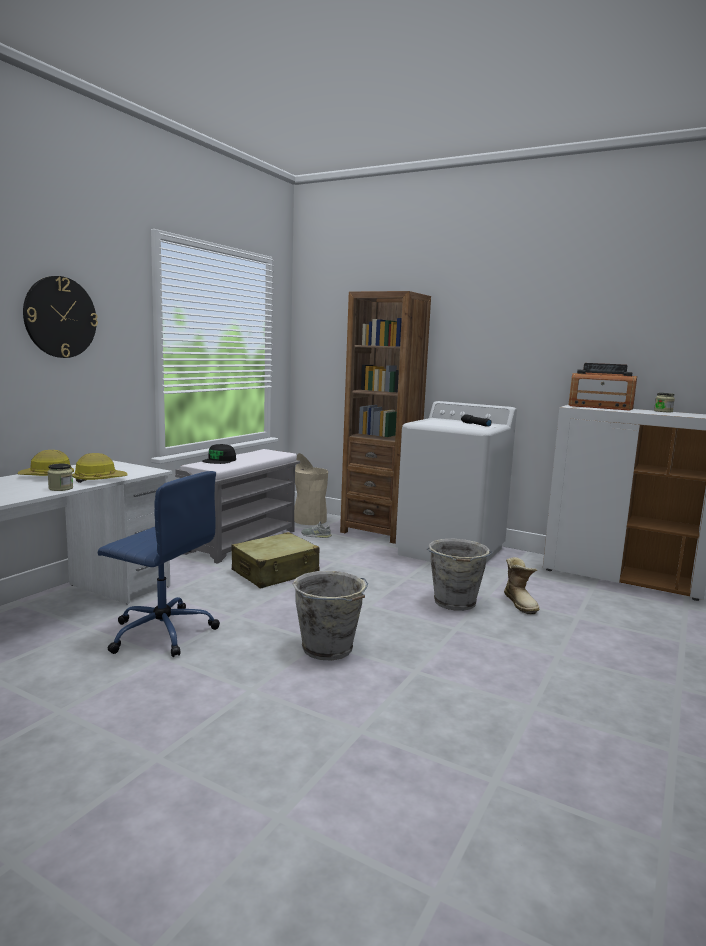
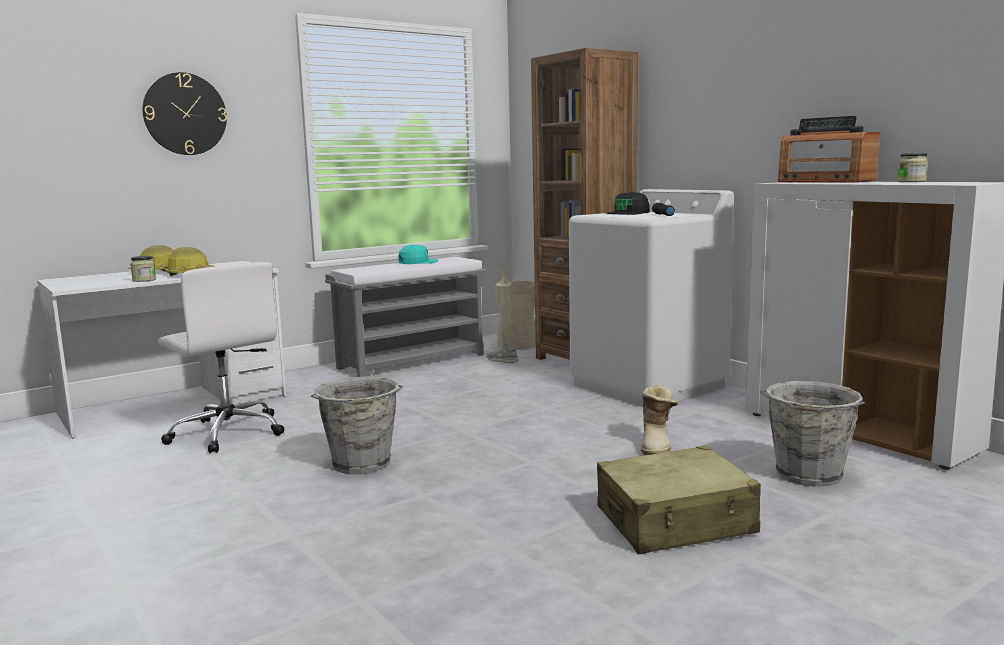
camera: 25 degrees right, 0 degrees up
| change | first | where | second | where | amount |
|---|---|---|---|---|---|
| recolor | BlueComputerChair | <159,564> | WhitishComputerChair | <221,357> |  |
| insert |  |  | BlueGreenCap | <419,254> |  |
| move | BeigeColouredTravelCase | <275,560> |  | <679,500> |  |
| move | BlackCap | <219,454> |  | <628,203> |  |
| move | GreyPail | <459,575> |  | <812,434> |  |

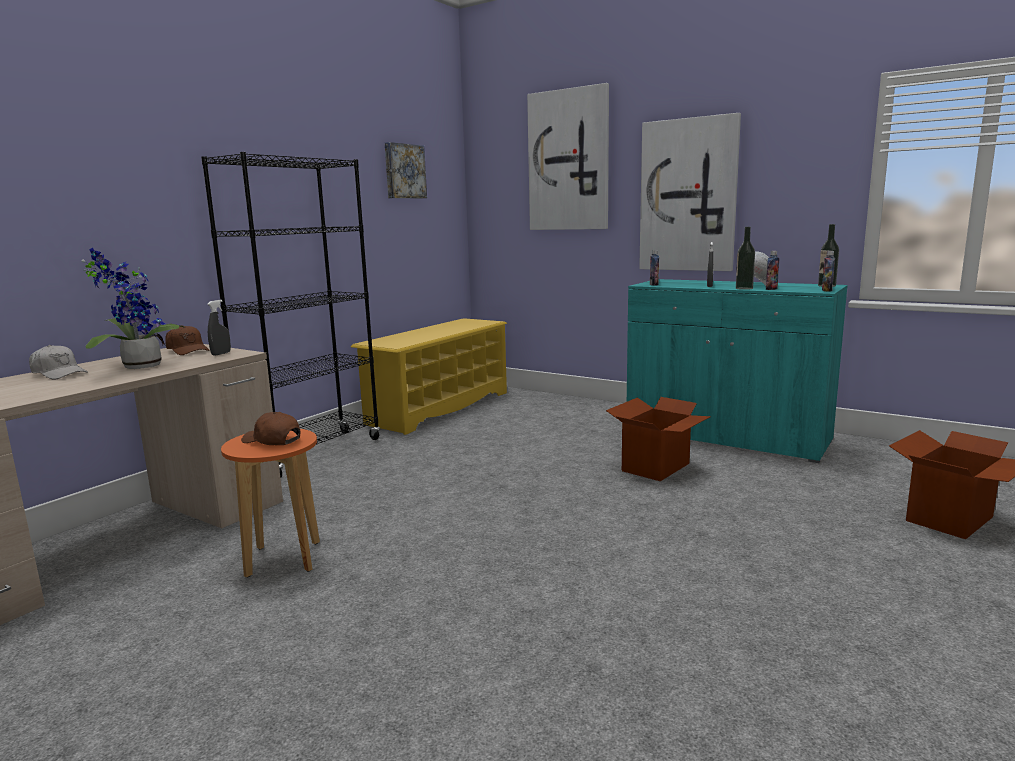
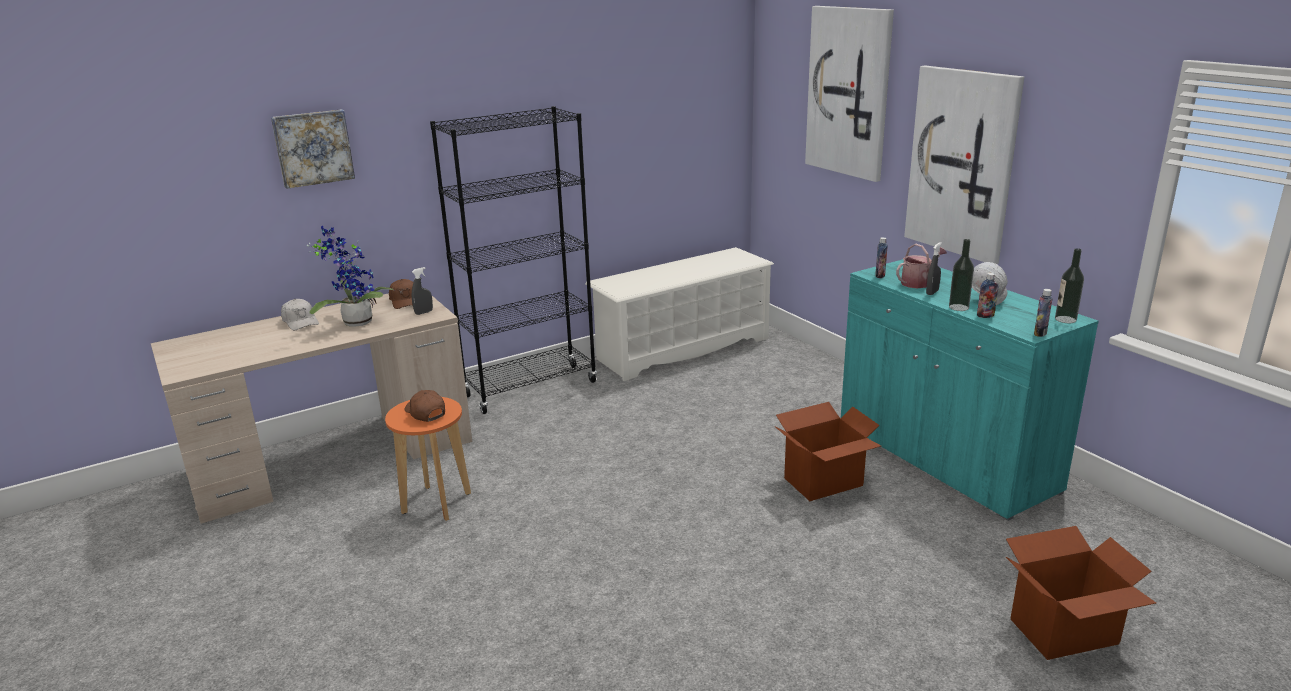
camera: 25 degrees right, 10 degrees up
| change | first | where | second | where | amount |
|---|---|---|---|---|---|
| move | Picture | <406,170> |  | <313,149> |  |
| recolor | YellowShoeShelf | <429,376> | WhitishShoeShelf | <679,314> |  |
| insert |  |  | WateringPot | <921,266> |  |

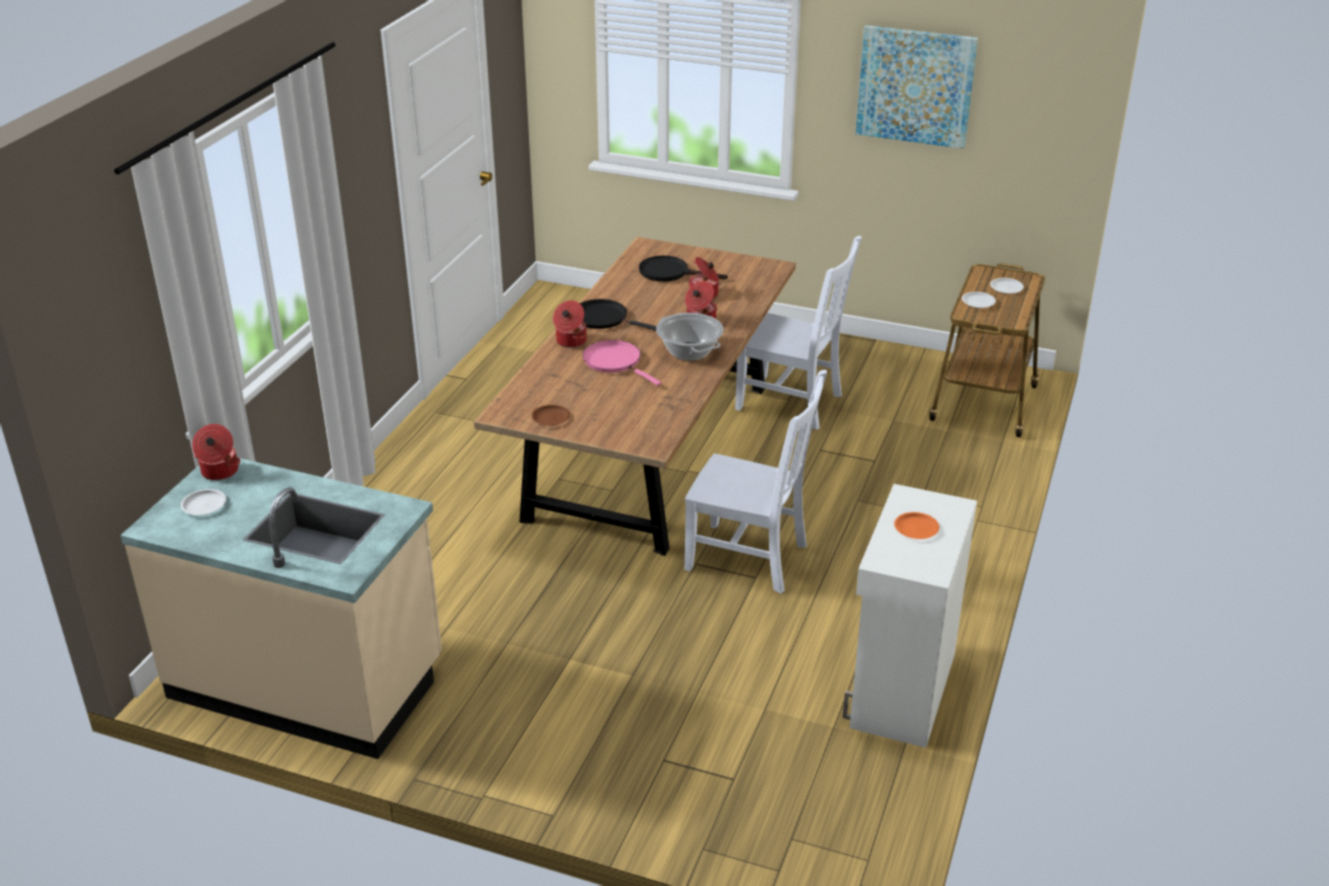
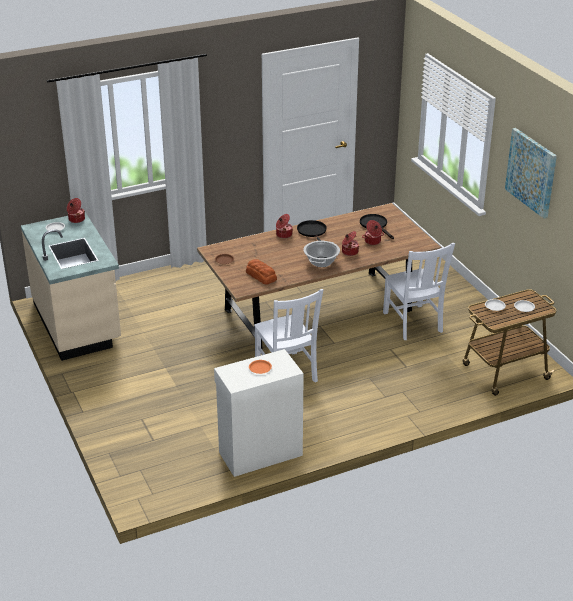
camera: 45 degrees right, 0 degrees up
| change | first | where | second | where | amount |
|---|---|---|---|---|---|
| insert |  |  | BakedBread | <261,272> |  |
| delete | PinkishFryingPan | <622,363> |  |  |  |

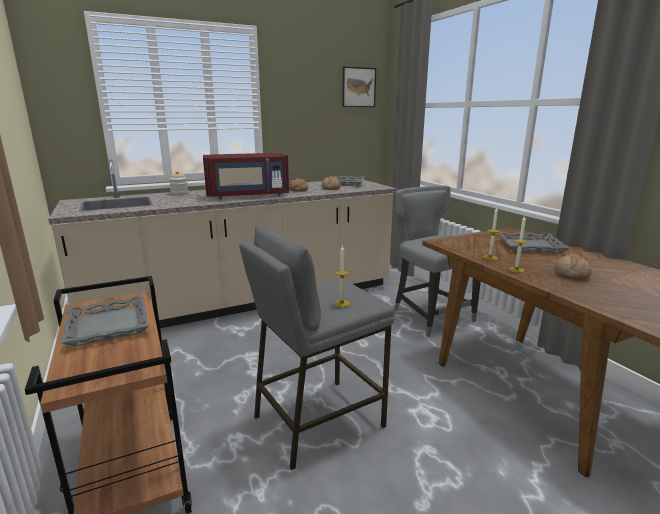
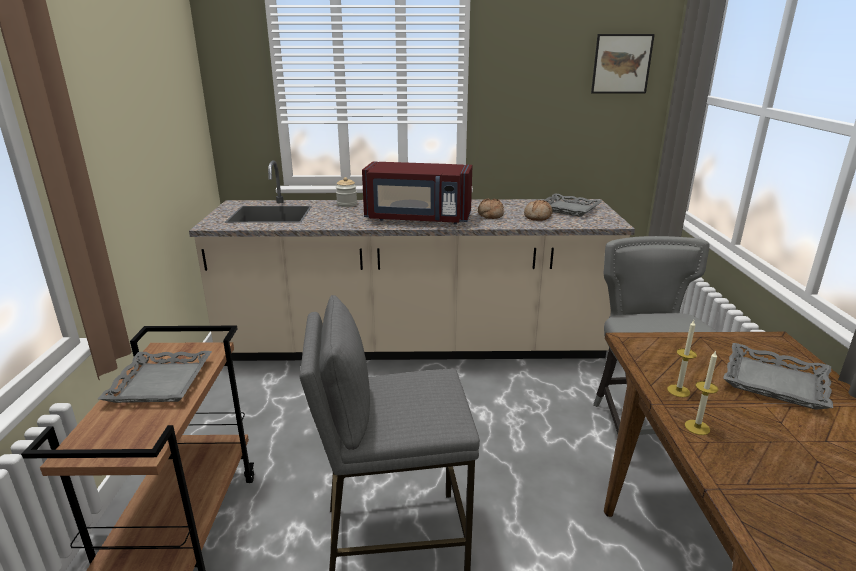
camera: 25 degrees right, 5 degrees up
| change | first | where | second | where | amount |
|---|---|---|---|---|---|
| delete | Candle | <342,276> |  |  |  |
| delete | BakedBread | <573,266> |  |  |  |

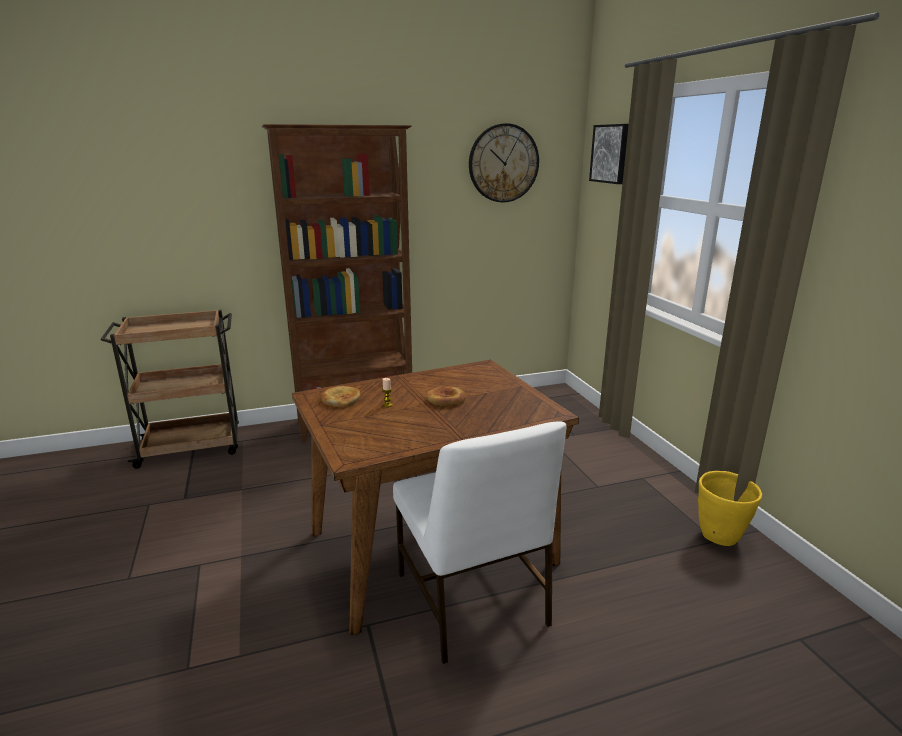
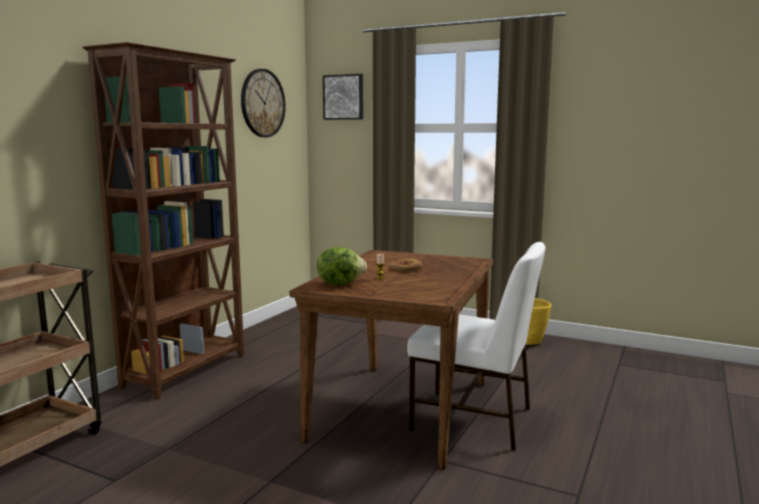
camera: 45 degrees left, 10 degrees down
| change | first | where | second | where | amount |
|---|---|---|---|---|---|
| replace | BakedBread | <340,396> | LettuceHead | <342,266> |  |

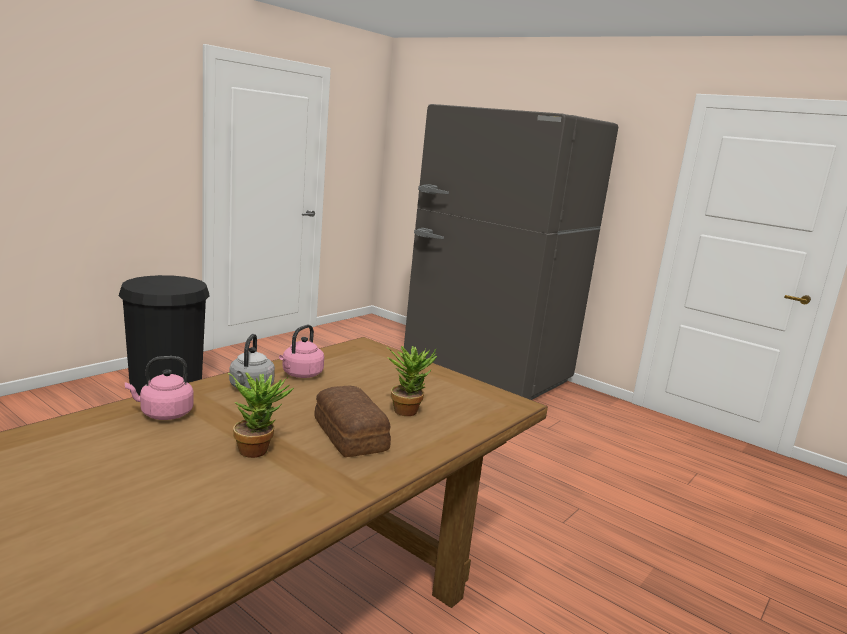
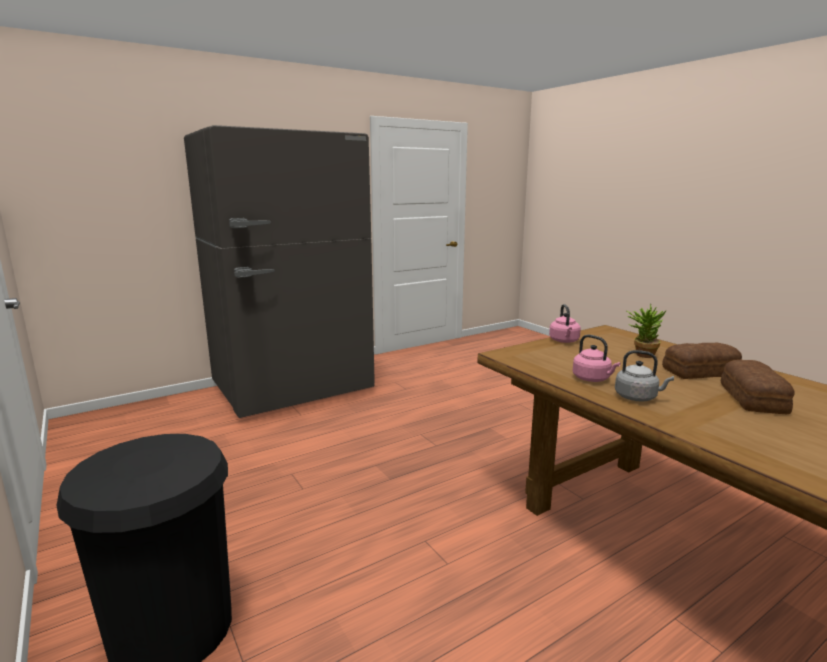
camera: 70 degrees left, 0 degrees up
| change | first | where | second | where | amount |
|---|---|---|---|---|---|
| move | PinkishWaterKettle | <159,388> |  | <565,323> |  |
| replace | PlantInAPot | <261,415> | BakedBread | <758,387> |  |

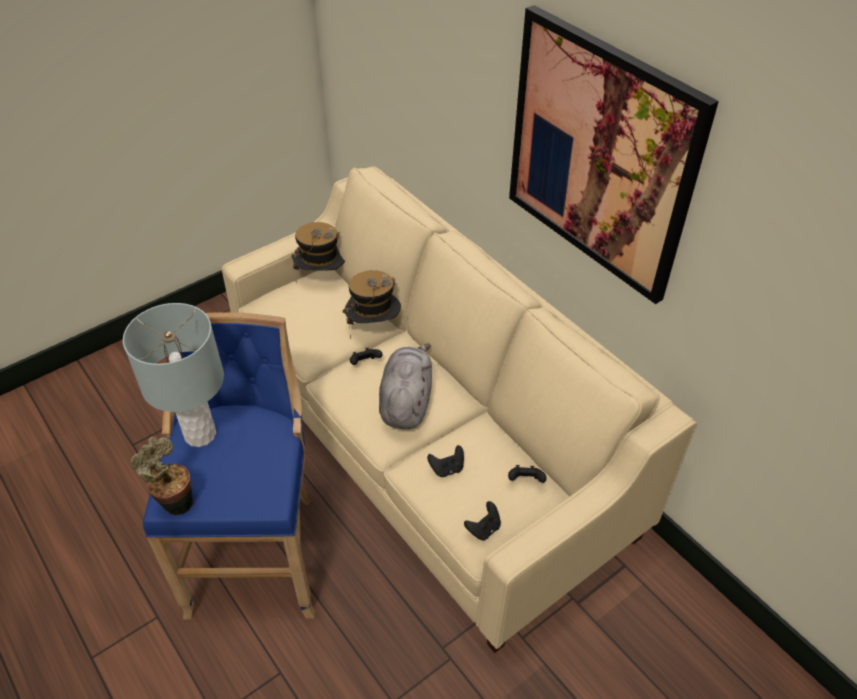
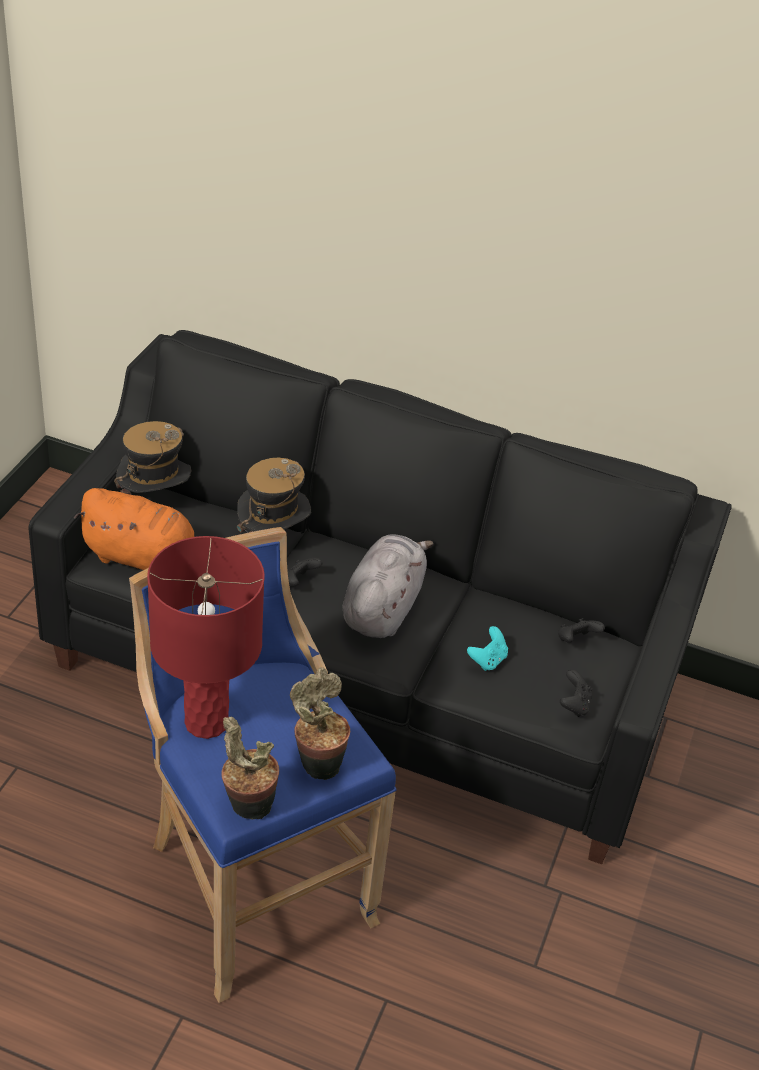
camera: 35 degrees left, 5 degrees down
| change | first | where | second | where | amount |
|---|---|---|---|---|---|
| recolor | BeigeColouredSettee | <459,409> | BlackSettee | <380,597> |  |
| insert |  |  | OrangeColouredCuddlyToy | <134,529> |  |
| recolor | GreyLampForATable | <173,375> | RedColouredLampForATable | <206,637> |  |
| insert |  |  | PlantInAPot | <320,723> |  |
| rotate | GreyCuddlyToy | <405,386> |  | <387,586> | 45 degrees clockwise |
| recolor | BlackGamepad | <445,461> | BlueGreenGamepad | <487,648> |  |
| delete | Picture | <614,154> |  |  |  |

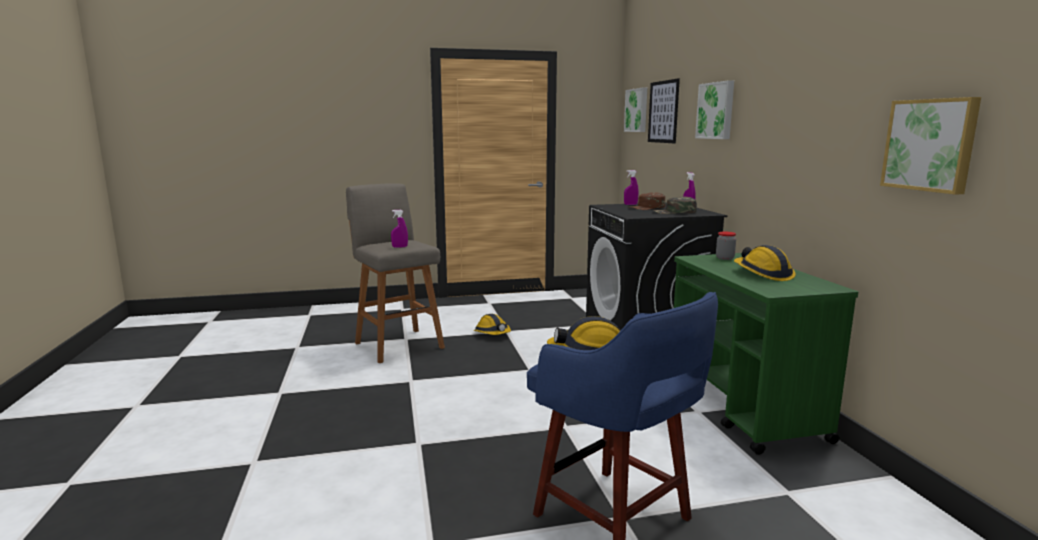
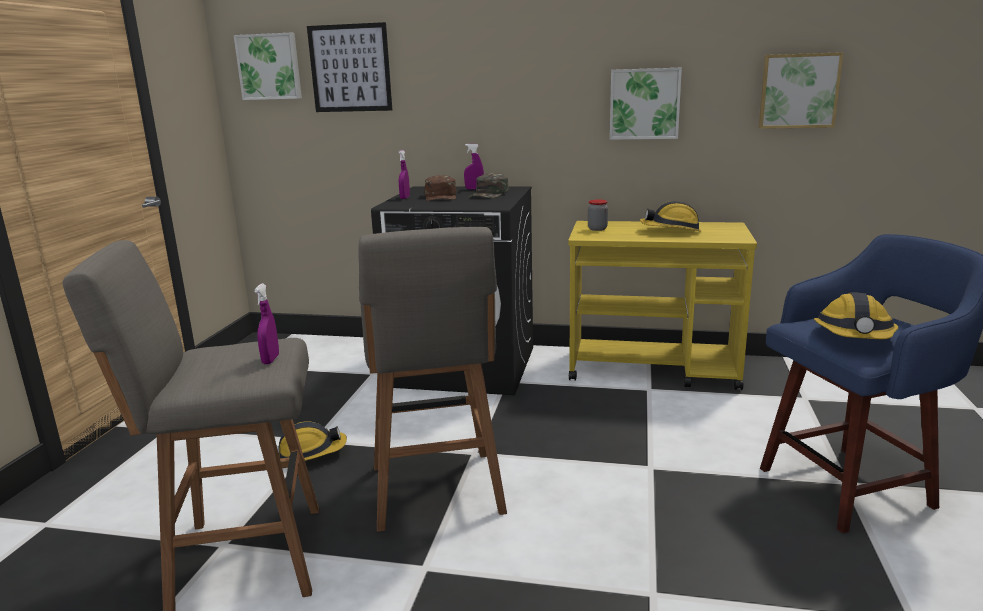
camera: 65 degrees left, 5 degrees up
| change | first | where | second | where | amount |
|---|---|---|---|---|---|
| insert |  |  | GreyStoolSeat | <432,379> |  |
| recolor | GreenishCart | <766,354> | YellowCart | <662,305> |  |
| move | Picture | <714,109> |  | <646,104> |  |

